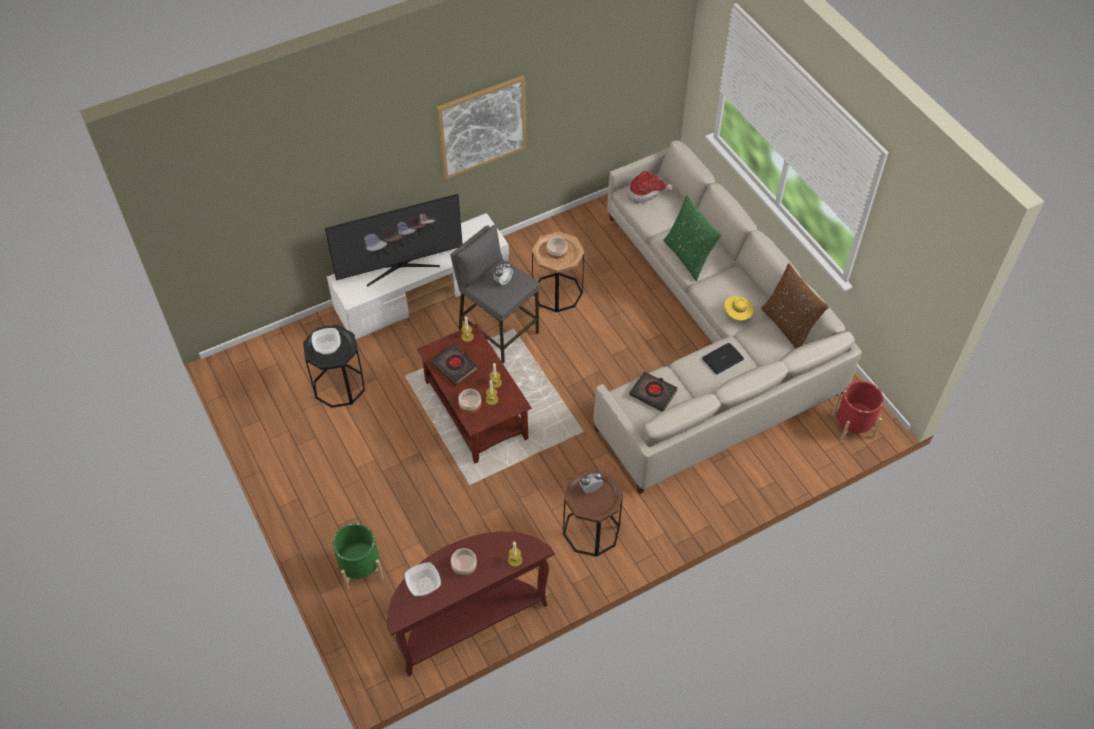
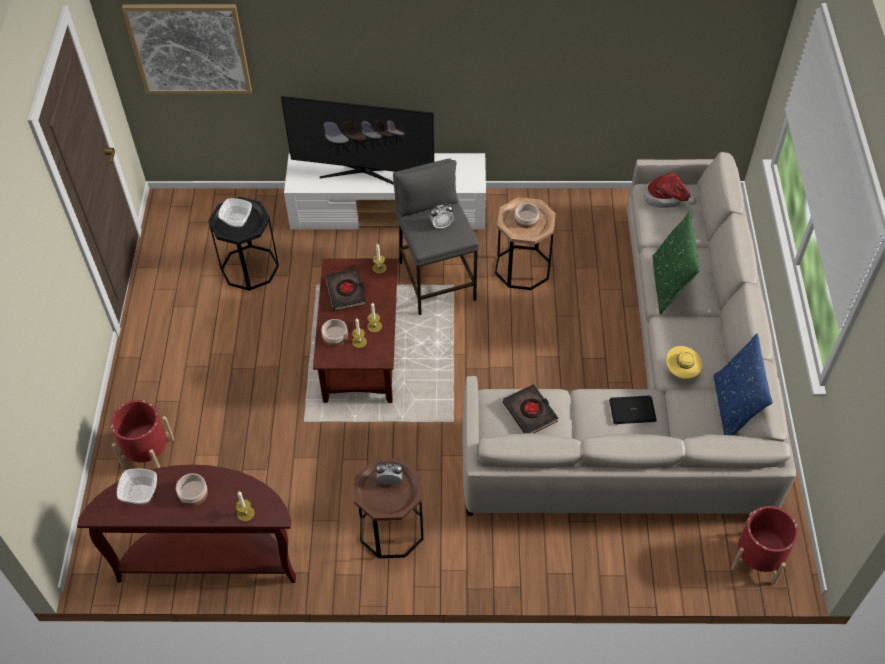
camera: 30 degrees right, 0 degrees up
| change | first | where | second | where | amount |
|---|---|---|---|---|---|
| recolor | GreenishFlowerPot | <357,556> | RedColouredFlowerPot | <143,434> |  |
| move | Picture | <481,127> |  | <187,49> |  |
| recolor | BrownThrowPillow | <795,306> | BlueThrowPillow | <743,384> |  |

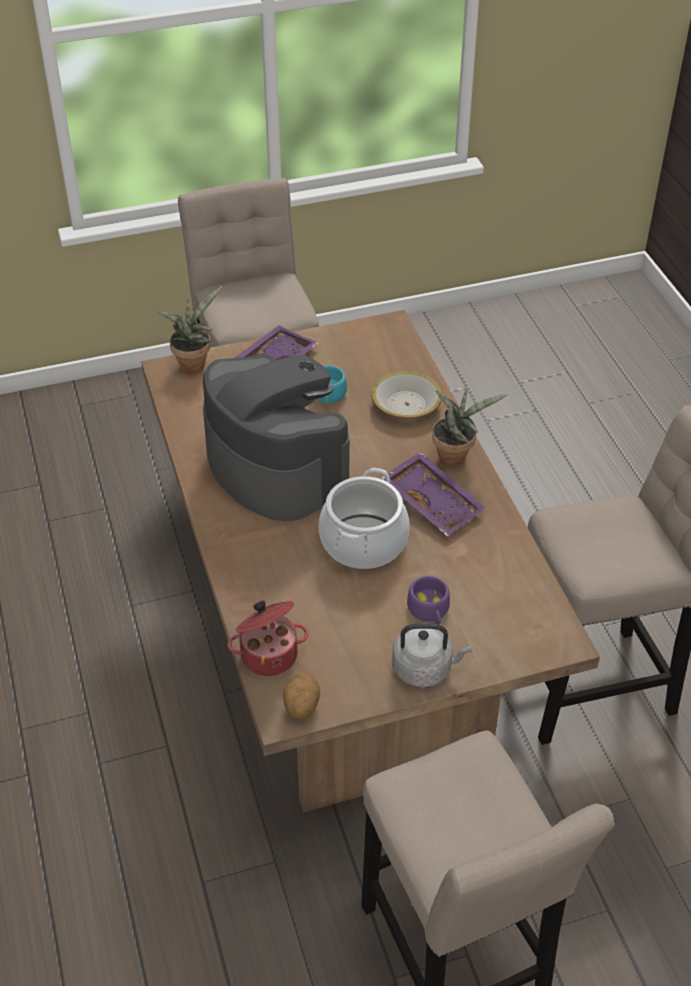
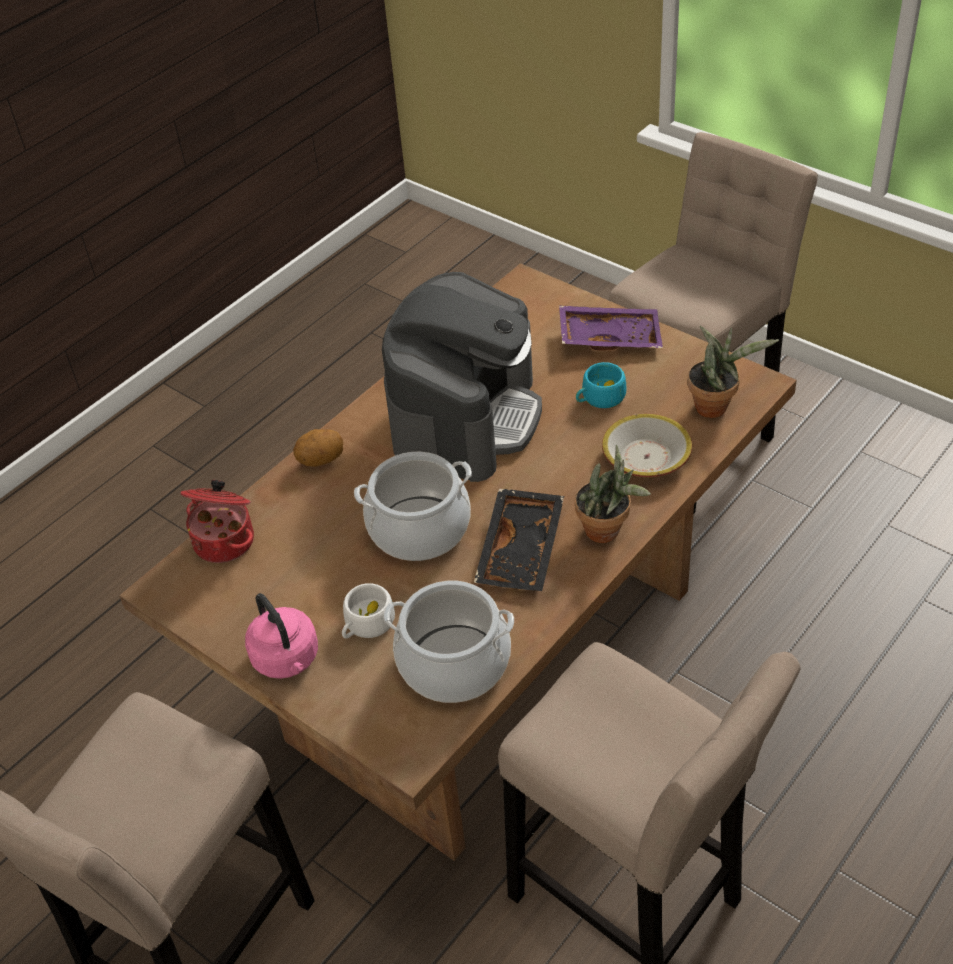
camera: 60 degrees right, 0 degrees up
| change | first | where | second | where | amount |
|---|---|---|---|---|---|
| recolor | GreyWaterKettle | <431,655> | PinkishWaterKettle | <281,636> |  |
| move | Spud | <301,695> |  | <318,448> |  |
| recolor | PurpleColouredCup | <428,600> | WhitishCup | <368,610> |  |
| insert |  |  | Stockpot | <448,642> |  |
| recolor | PurpleColouredTray | <434,494> | BlackTray | <519,539> |  |
| move | PlantInAPot | <190,330> |  | <733,372> |  |

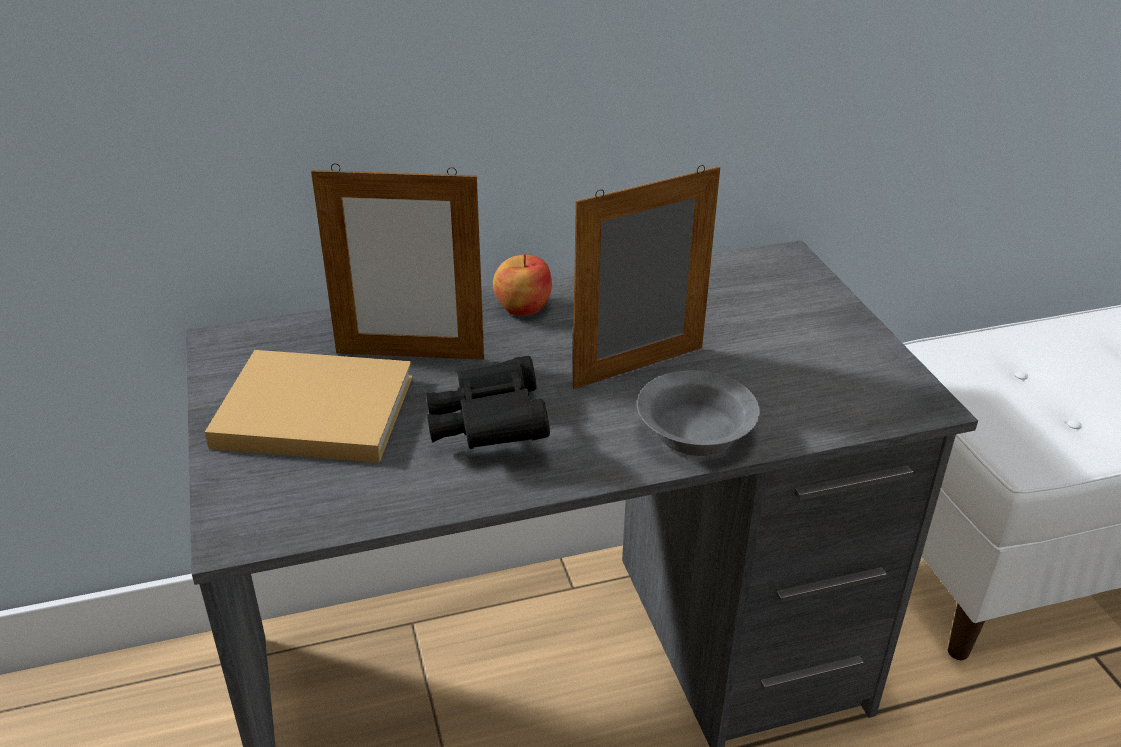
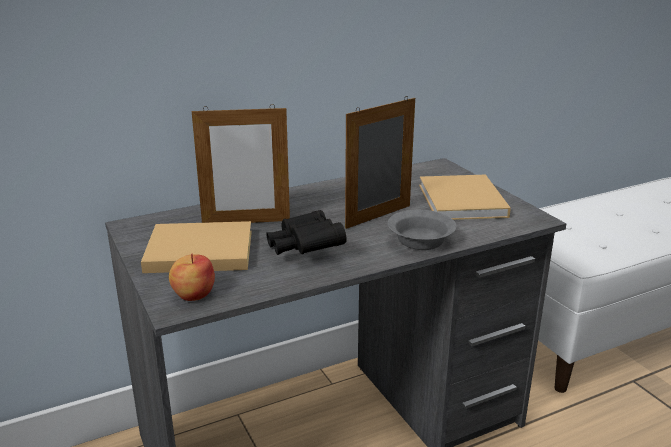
camera: 10 degrees left, 10 degrees down
| change | first | where | second | where | amount |
|---|---|---|---|---|---|
| move | WholeApple | <522,285> |  | <192,277> |  |
| insert |  |  | BeigeColouredBook | <465,197> |  |

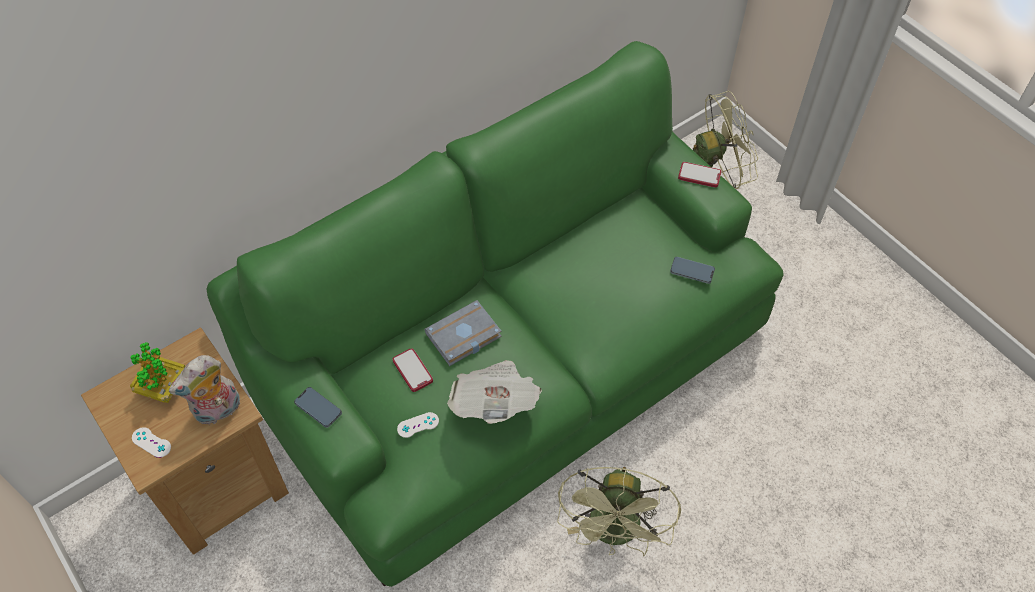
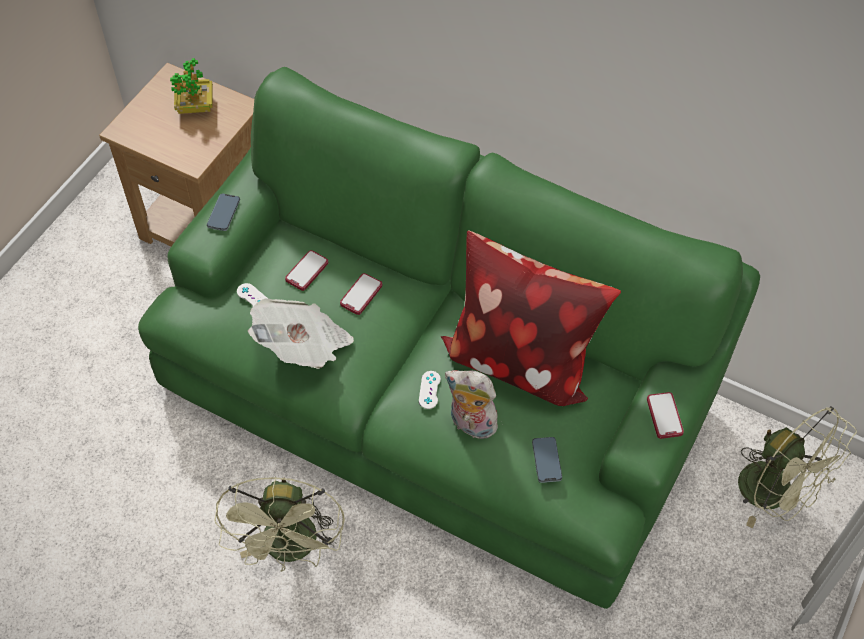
camera: 65 degrees right, 0 degrees up
| change | first | where | second | where | amount |
|---|---|---|---|---|---|
| rotate | GreenishCoolingFan | <619,511> |  | <279,524> | 75 degrees counterclockwise |
| replace | GreyBook | <463,333> | Phone | <361,294> |  |
| move | WhitishGamepad | <151,442> |  | <430,390> |  |
| insert |  |  | ThrowPillow | <531,318> |  |
| move | CuddlyToy | <204,389> |  | <472,405> |  |

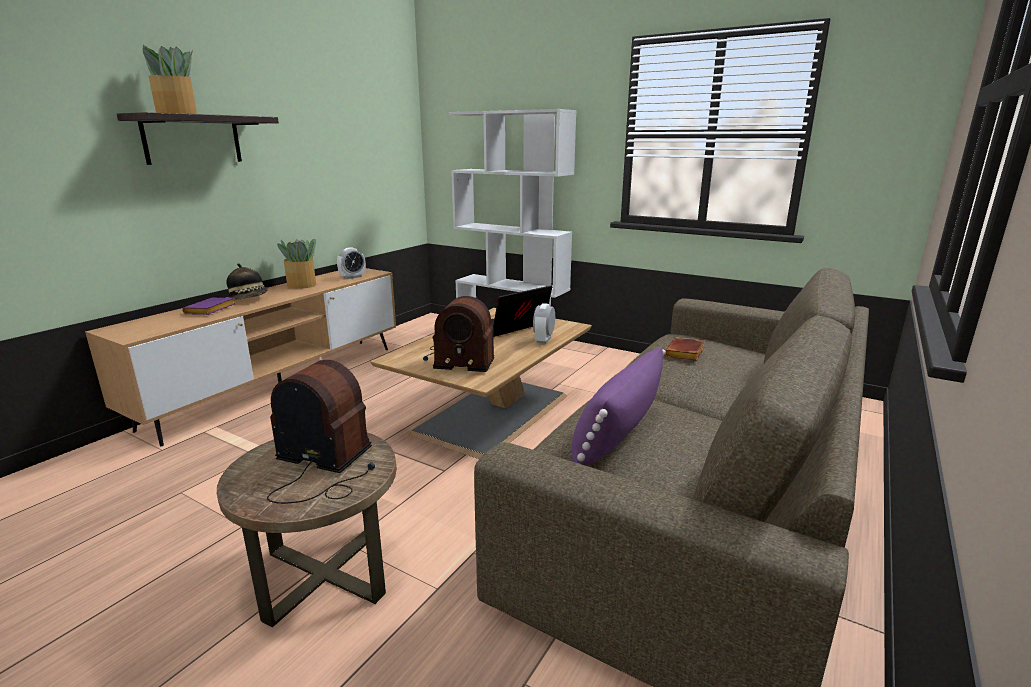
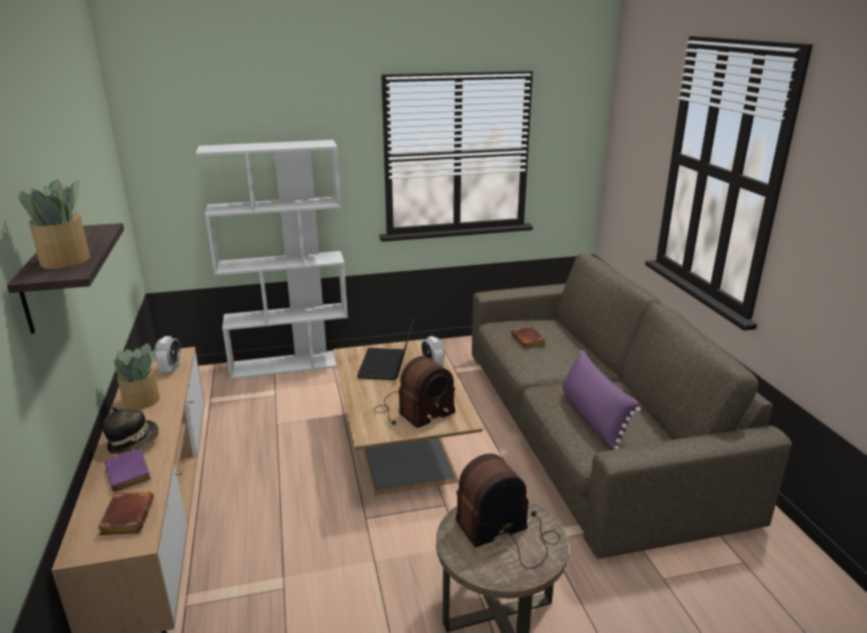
camera: 45 degrees left, 5 degrees up
| change | first | where | second | where | amount |
|---|---|---|---|---|---|
| insert |  |  | BrownBook | <126,513> |  |

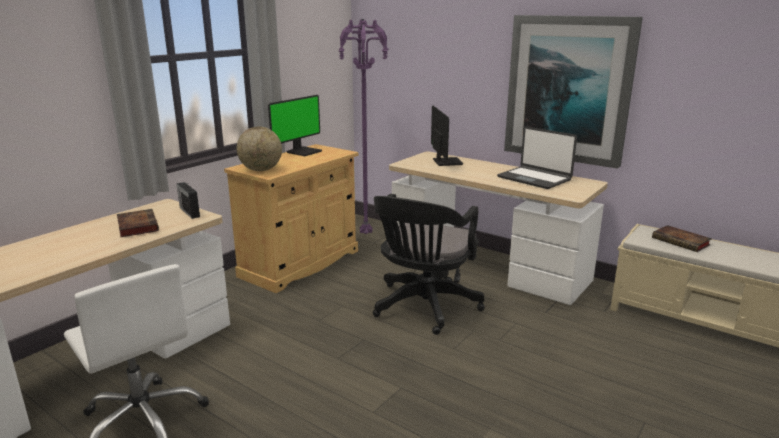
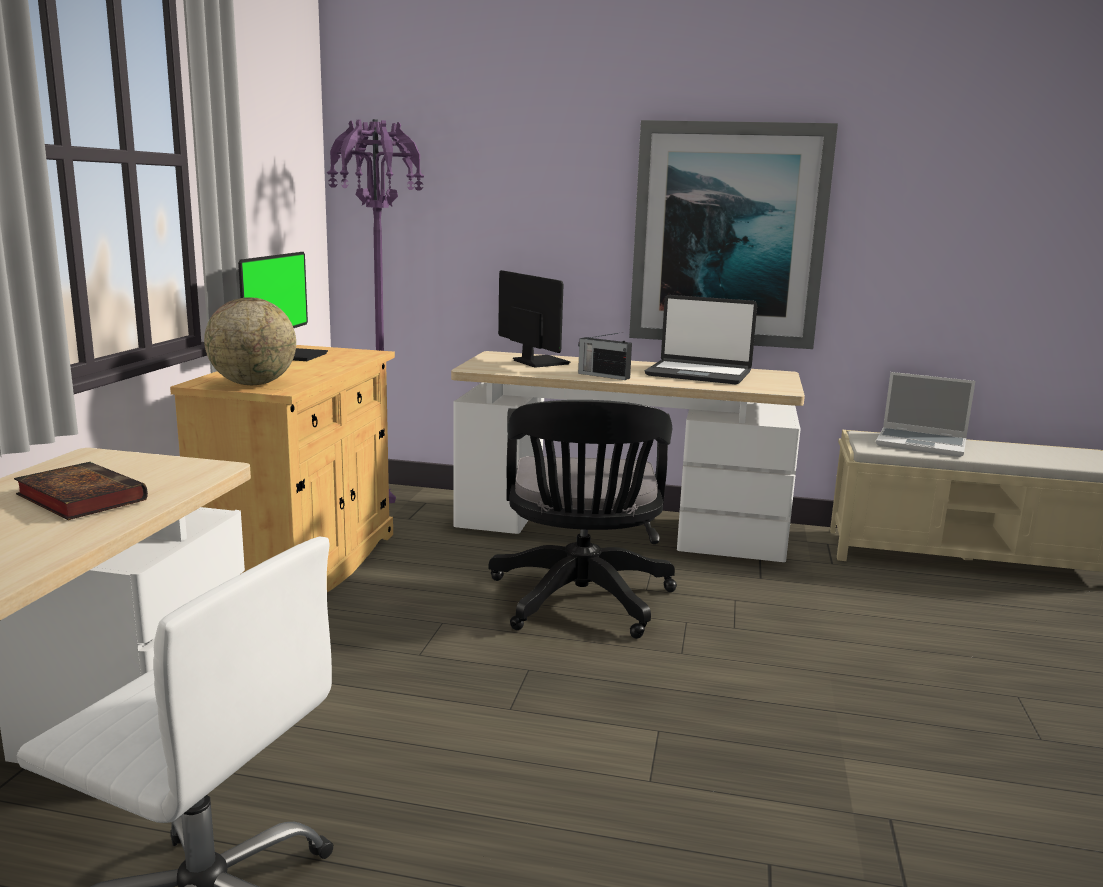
camera: 25 degrees left, 5 degrees down
| change | first | where | second | where | amount |
|---|---|---|---|---|---|
| move | RadioSet | <188,200> |  | <605,356> |  |
| replace | Book | <682,238> | PortableComputer | <925,414> |  |

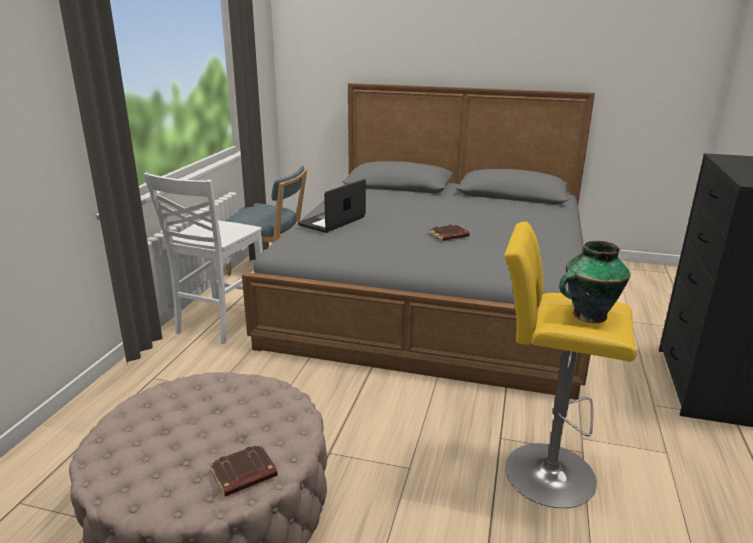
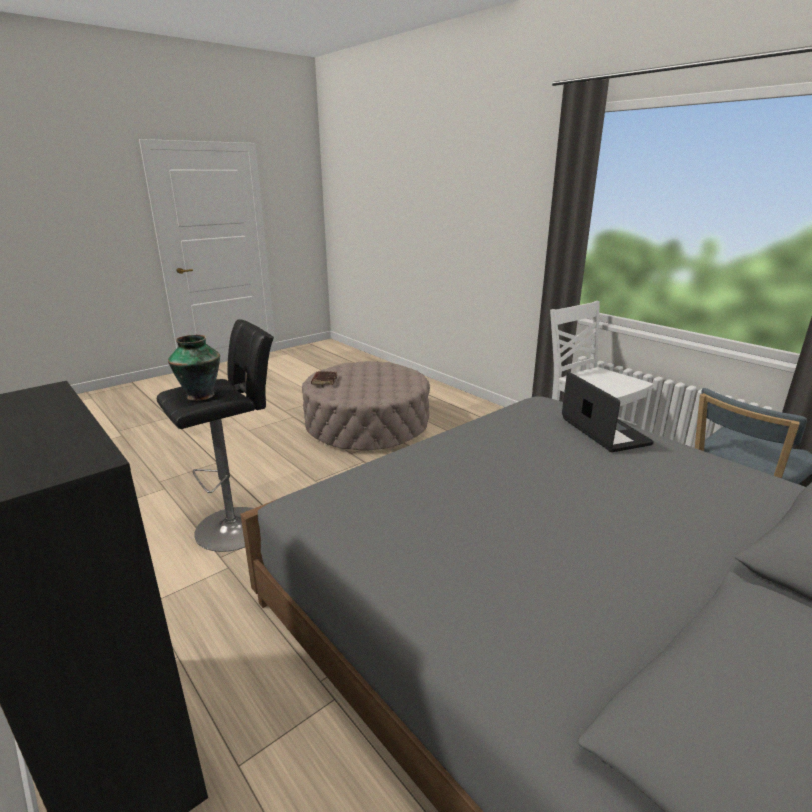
camera: 125 degrees right, 0 degrees up
| change | first | where | second | where | amount |
|---|---|---|---|---|---|
| recolor | YellowStoolSeat | <570,365> | BlackStoolSeat | <215,435> |  |
| delete | BrownBook | <450,232> |  |  |  |

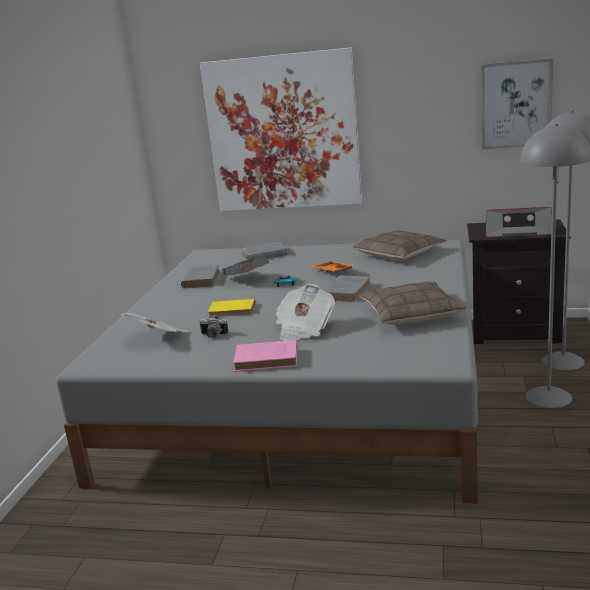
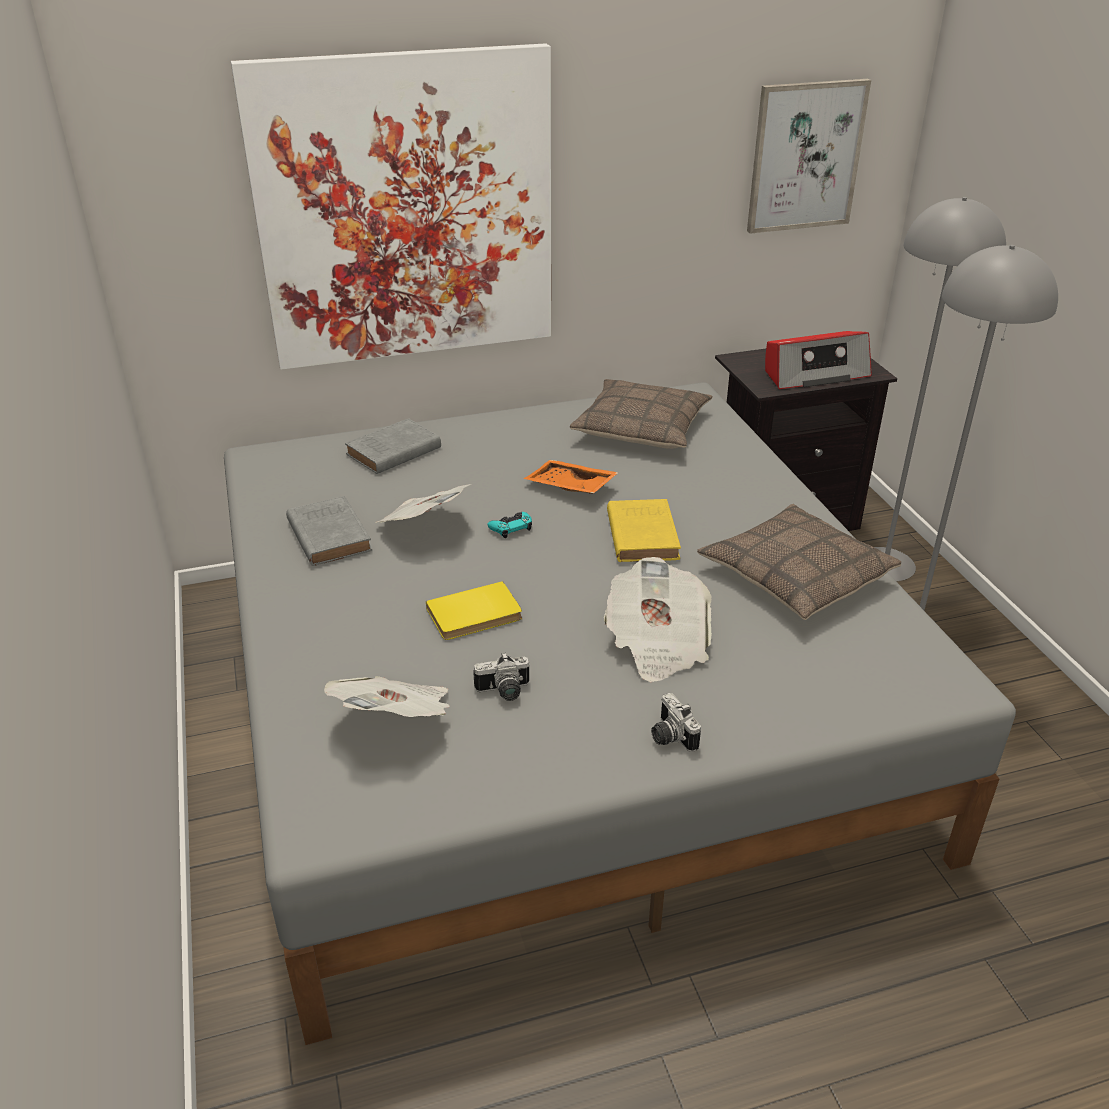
camera: 30 degrees left, 15 degrees up
| change | first | where | second | where | amount |
|---|---|---|---|---|---|
| recolor | GreyBook | <347,288> | YellowBook | <644,530> |  |
| replace | PinkishBook | <265,356> | PhotoCamera | <676,722> |  |

